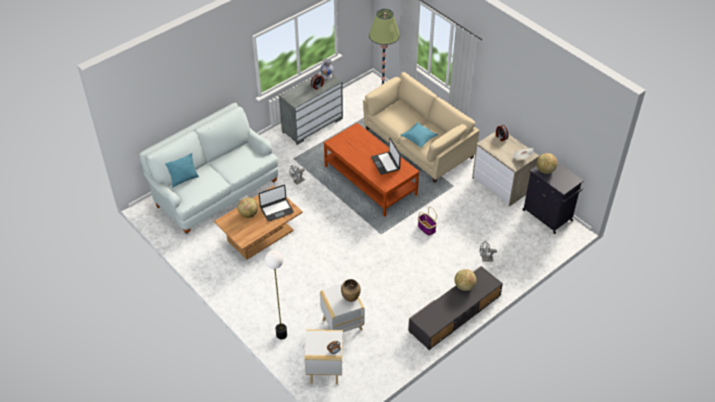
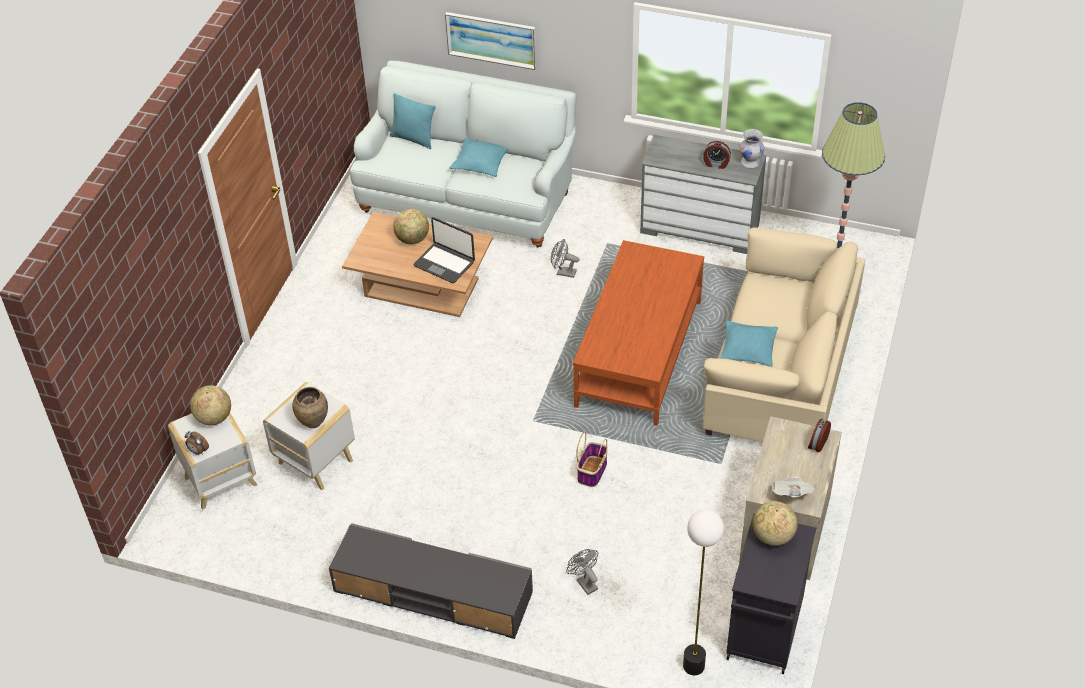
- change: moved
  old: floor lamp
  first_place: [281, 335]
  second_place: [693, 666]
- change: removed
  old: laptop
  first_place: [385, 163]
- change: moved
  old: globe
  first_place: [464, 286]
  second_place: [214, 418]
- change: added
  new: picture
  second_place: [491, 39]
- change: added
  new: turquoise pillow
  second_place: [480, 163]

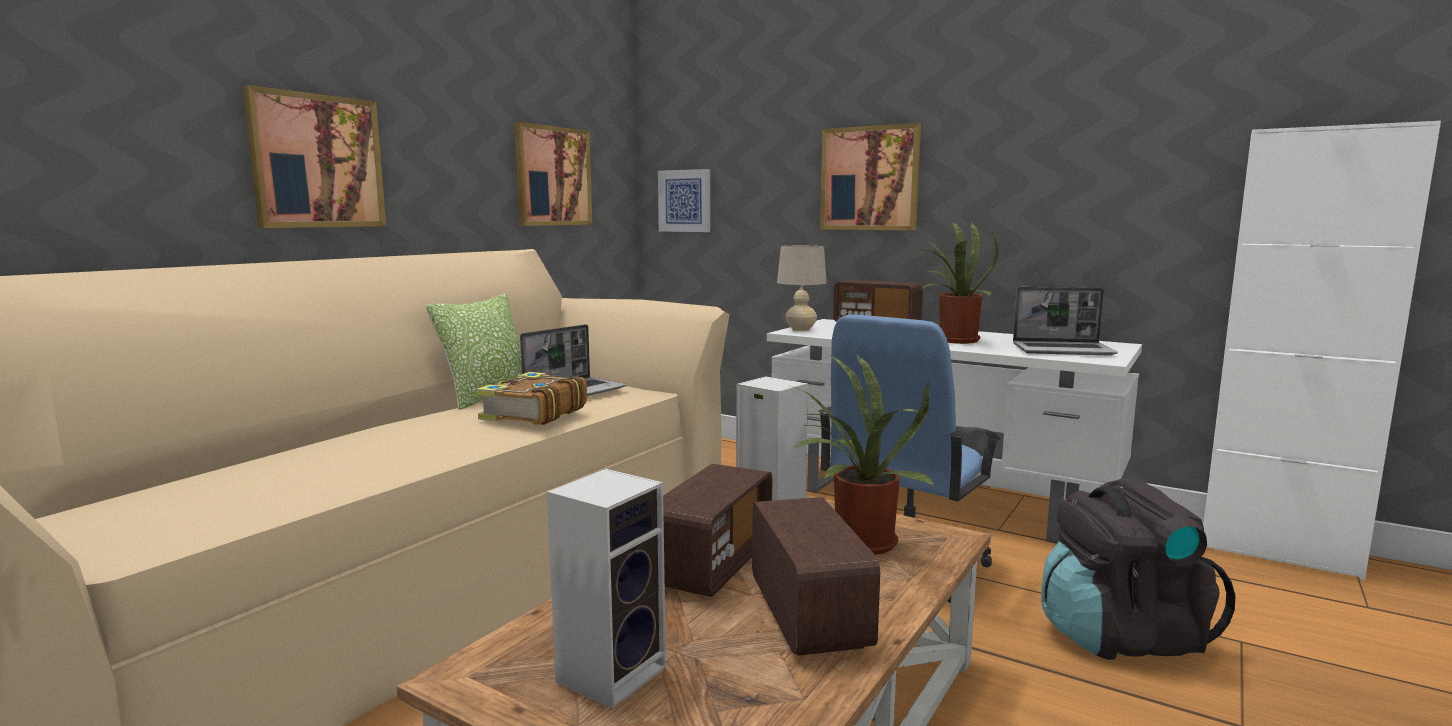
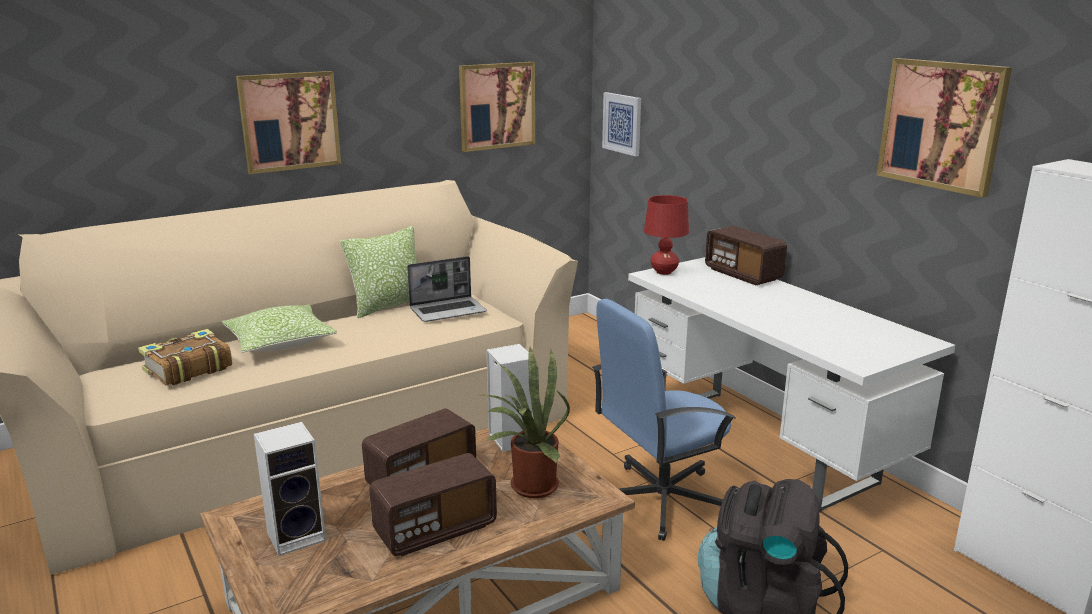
- change: moved
  old: book
  first_place: [532, 414]
  second_place: [187, 369]
- change: turned
  old: radio
  first_place: [807, 614]
  second_place: [435, 530]
  degrees: 45
- change: recoloured
  old: beige table lamp
  new: red table lamp
  first_place: [800, 329]
  second_place: [664, 272]
- change: moved
  old: picture
  first_place: [869, 178]
  second_place: [941, 125]
- change: removed
  old: potted plant
  first_place: [953, 340]
- change: removed
  old: laptop
  first_place: [1063, 350]
- change: added
  new: pillow
  second_place: [280, 342]

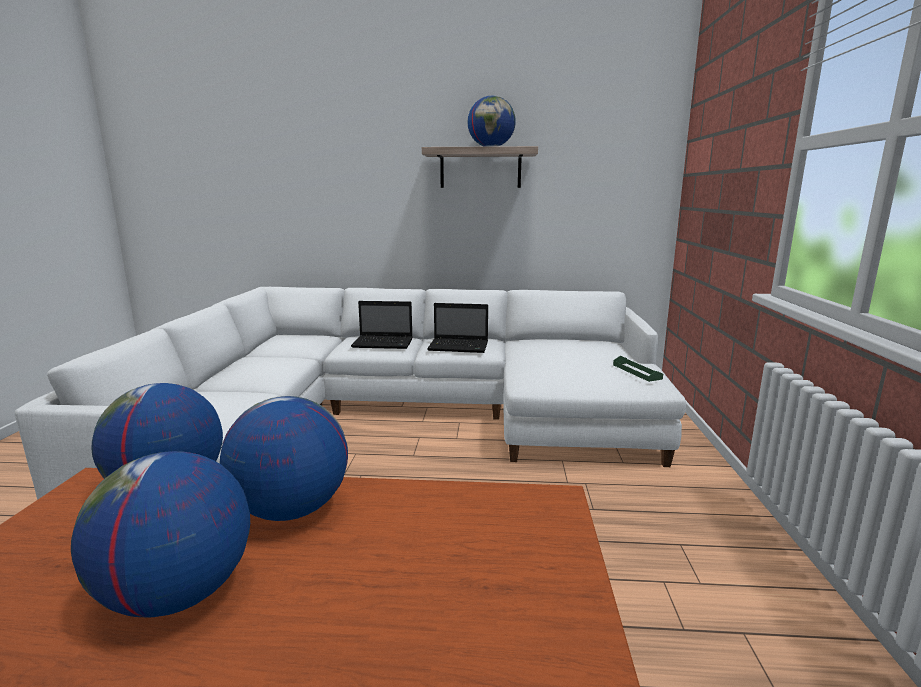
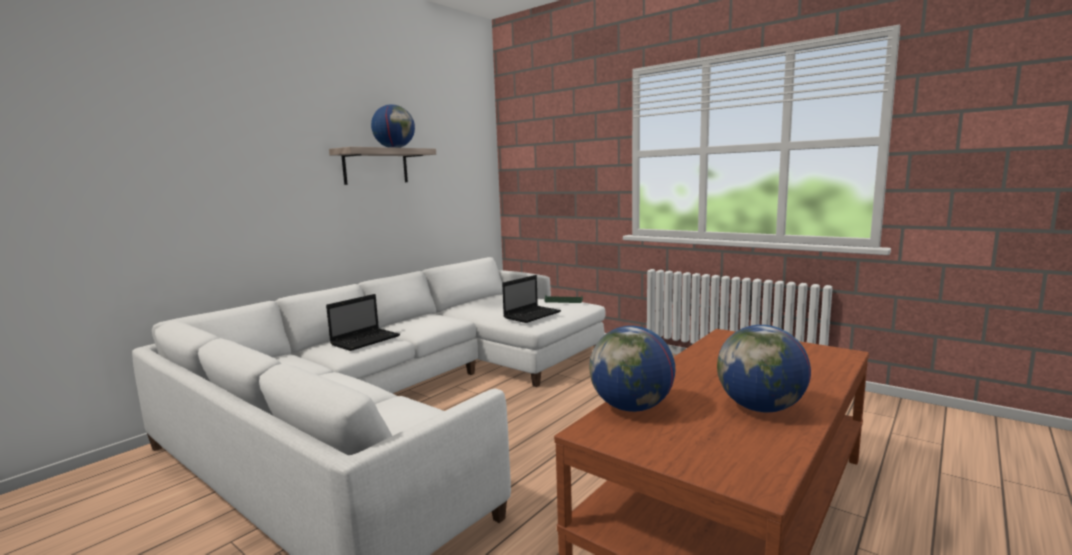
- change: removed
  old: globe
  first_place: [290, 510]
- change: moved
  old: laptop
  first_place: [460, 347]
  second_place: [532, 315]

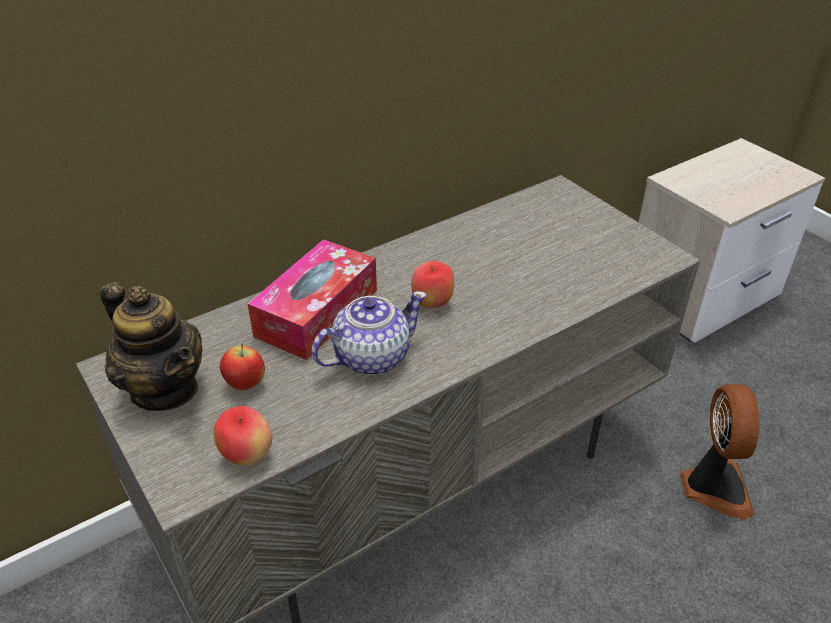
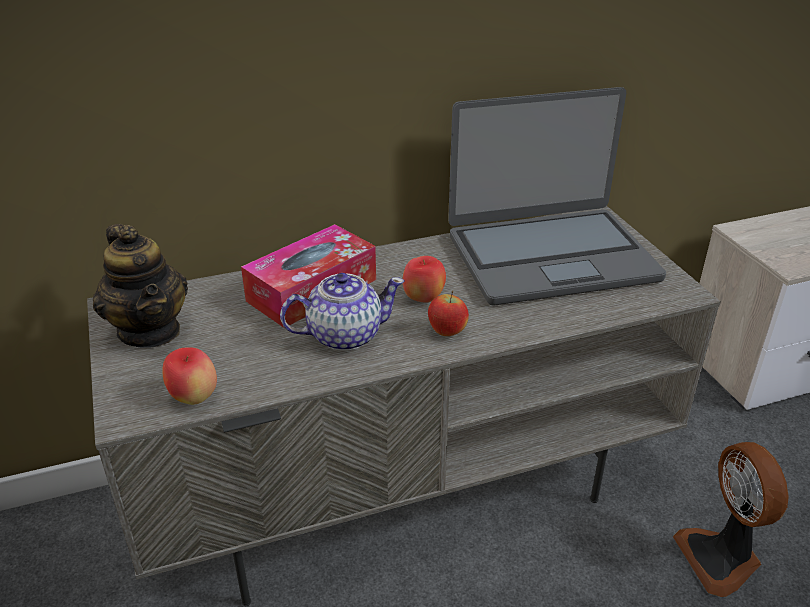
- change: moved
  old: apple
  first_place: [245, 384]
  second_place: [447, 332]
- change: turned
  old: fan
  first_place: [713, 487]
  second_place: [721, 558]
  degrees: 150
- change: added
  new: laptop
  second_place: [550, 256]

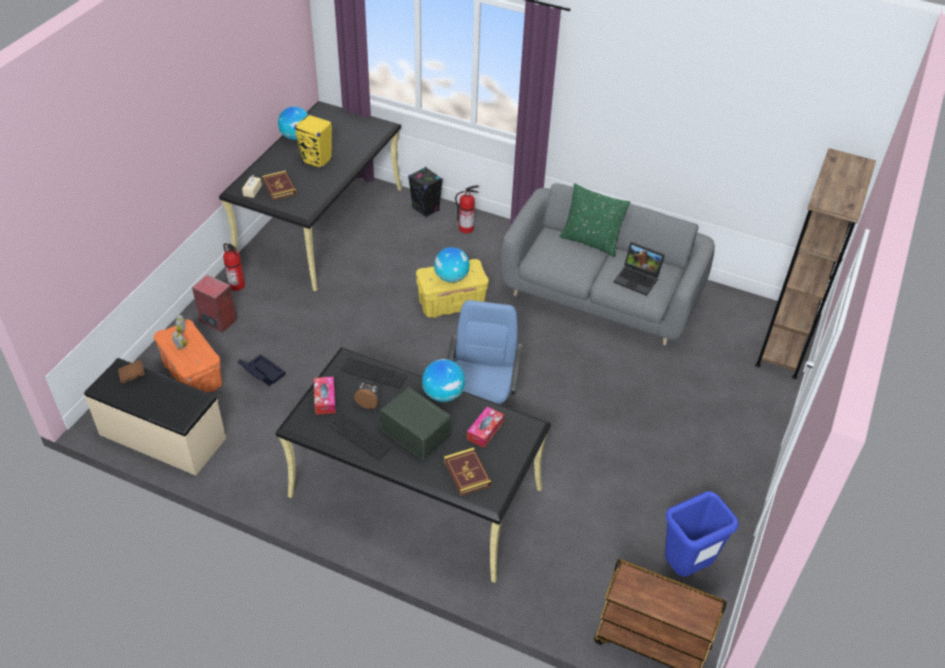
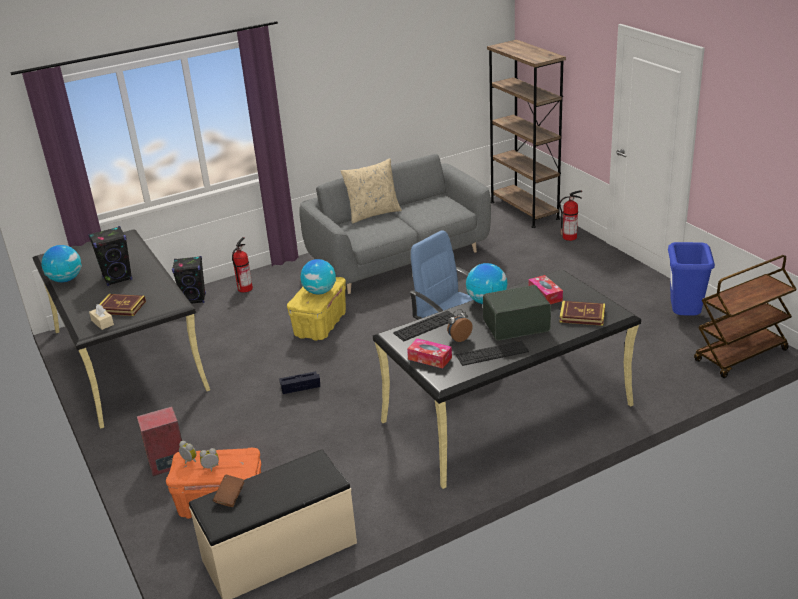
- change: moved
  old: fire extinguisher
  first_place: [237, 285]
  second_place: [570, 237]
- change: moved
  old: black storage box
  first_place: [261, 373]
  second_place: [299, 387]
- change: recoloured
  old: yellow speaker
  new: black speaker
  first_place: [317, 161]
  second_place: [118, 278]
- change: recoloured
  old: green pillow
  new: beige pillow
  first_place: [591, 241]
  second_place: [373, 214]
- change: removed
  old: laptop
  first_place: [638, 279]

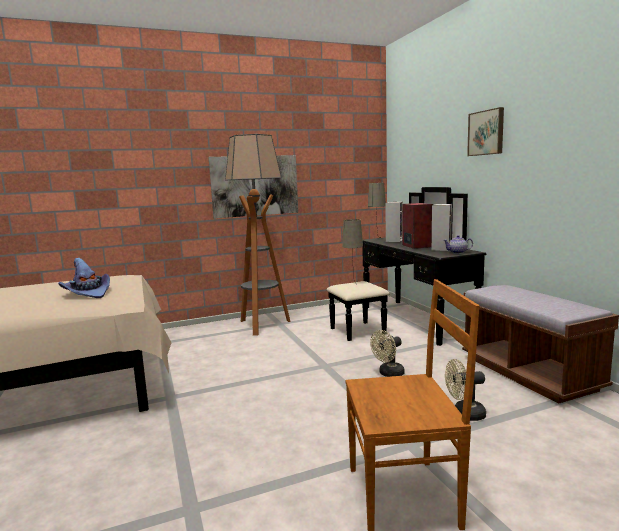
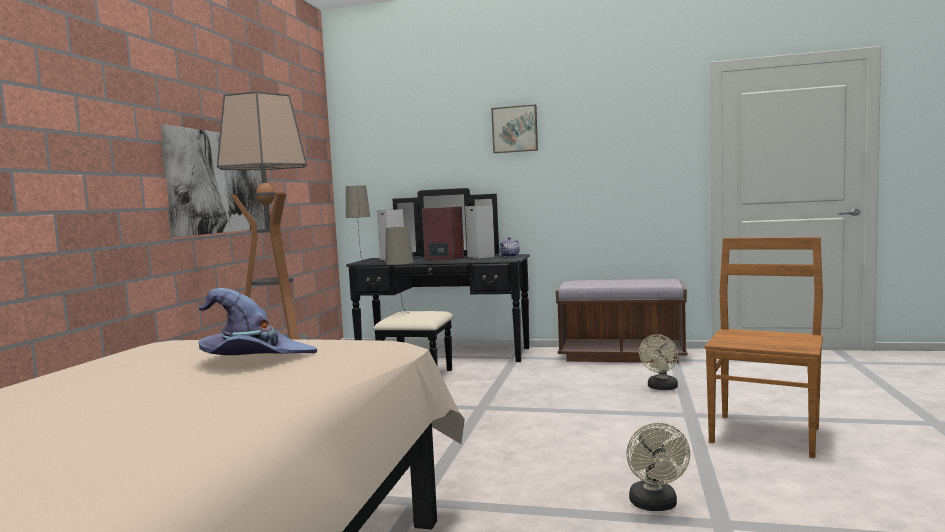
- change: moved
  old: beige fan
  first_place: [388, 374]
  second_place: [655, 505]

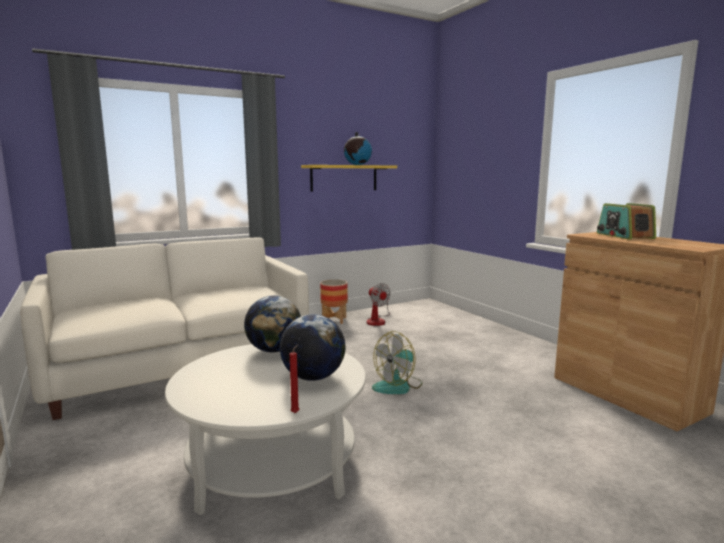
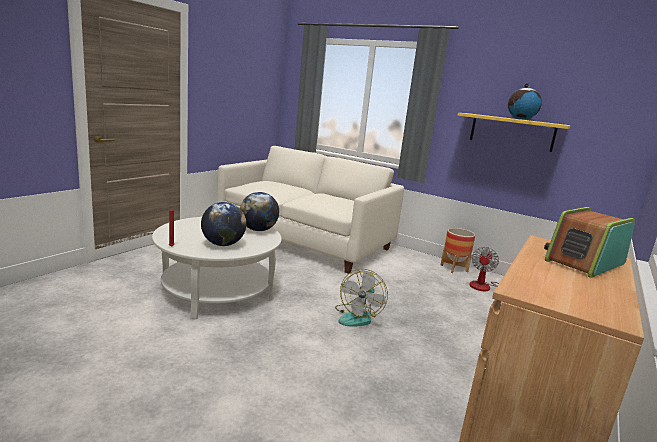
- change: turned
  old: fan
  first_place: [398, 386]
  second_place: [357, 316]
  degrees: -90

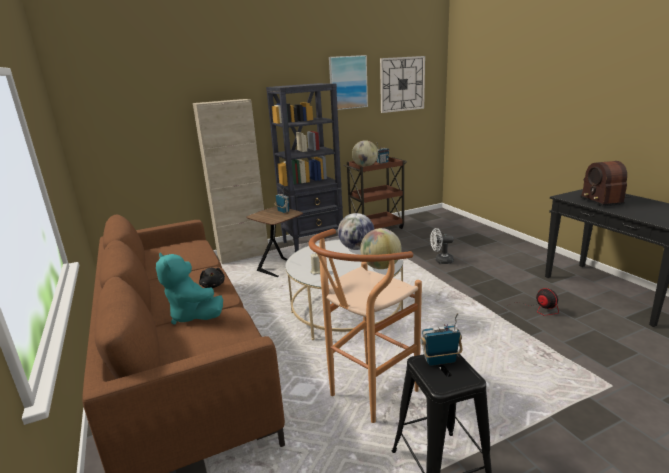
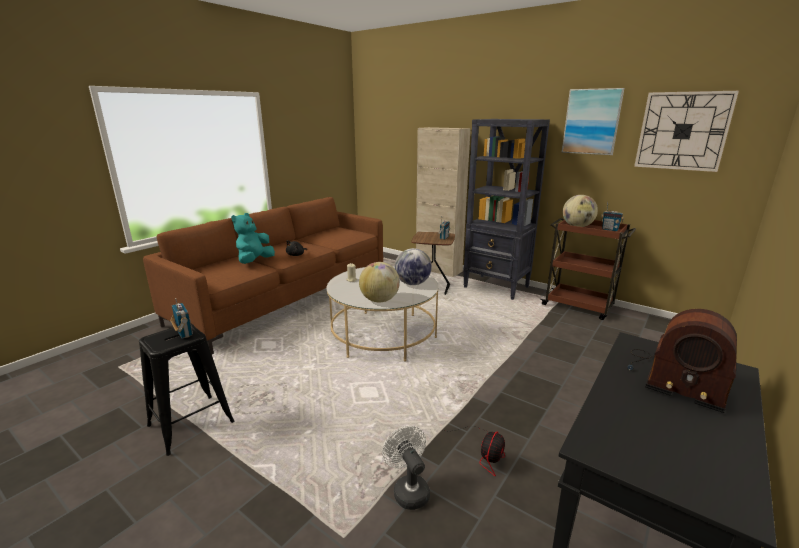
- change: removed
  old: brown stool
  first_place: [366, 396]
- change: moved
  old: white fan
  first_place: [441, 261]
  second_place: [408, 489]
- change: turned
  old: radio
  first_place: [604, 199]
  second_place: [673, 378]
  degrees: -105

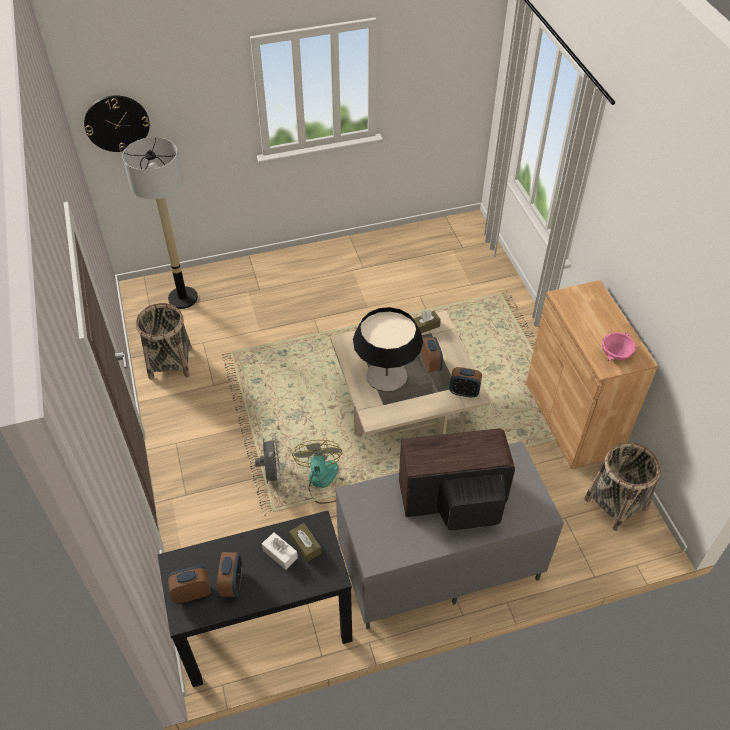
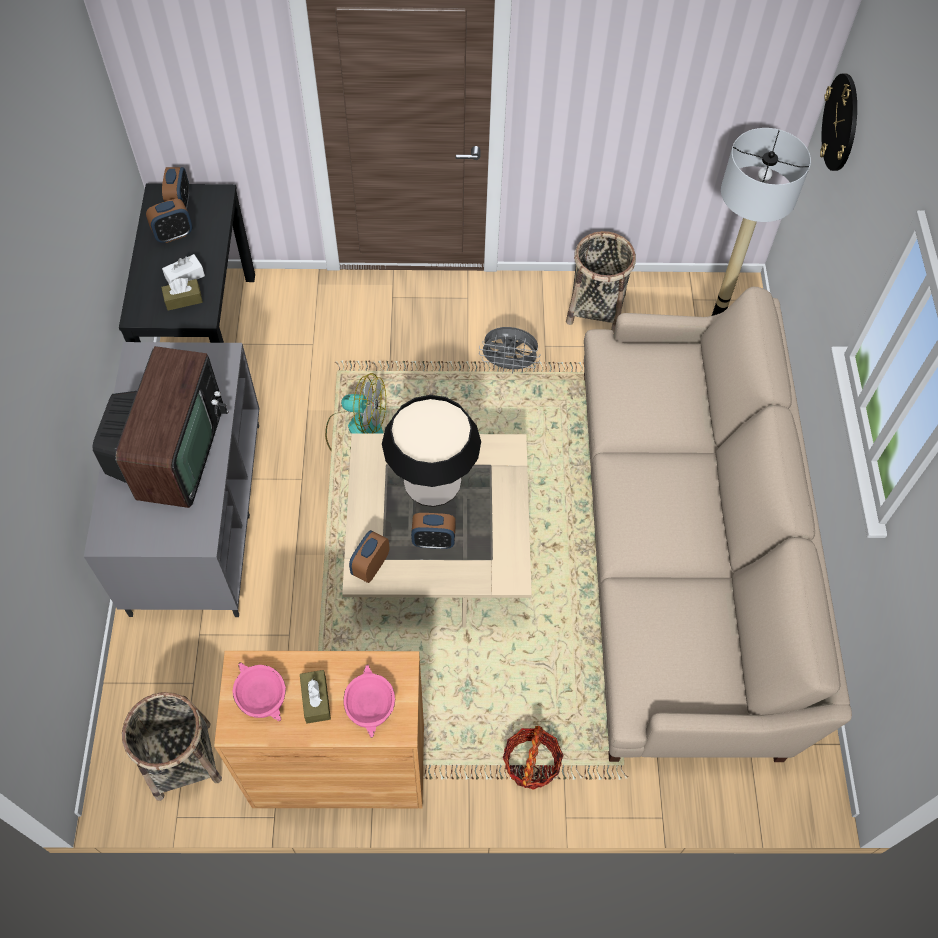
- change: turned
  old: alarm clock
  first_place: [232, 583]
  second_place: [173, 234]
  degrees: -45
- change: moved
  old: grey fan
  first_place: [272, 474]
  second_place: [509, 366]
- change: moved
  old: brown tissue box
  first_place: [426, 326]
  second_place: [316, 699]
- change: added
  new: pink bowl
  second_place: [371, 706]
- change: added
  new: basket
  second_place: [531, 763]
- change: added
  new: beige sofa
  second_place: [682, 550]

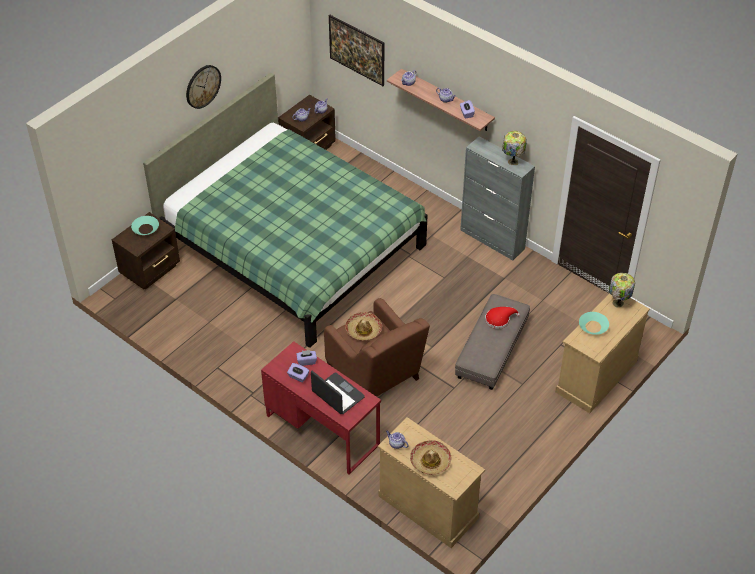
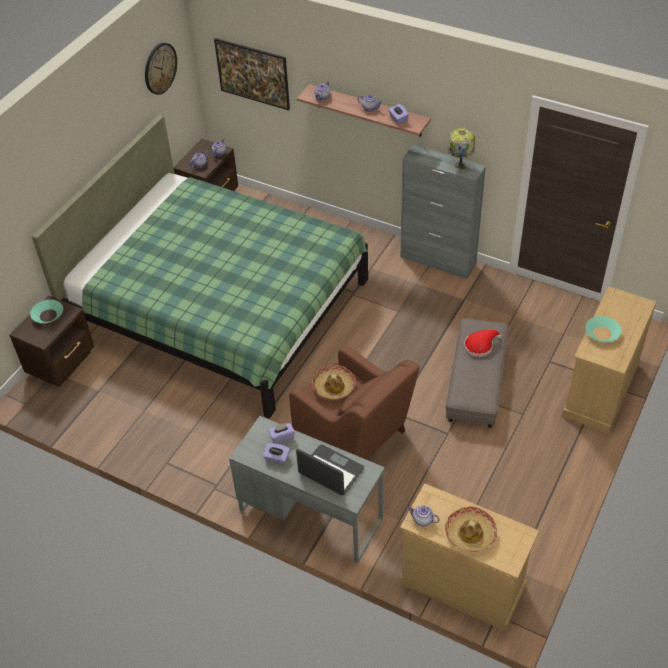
- change: moved
  old: wall clock
  first_place: [203, 86]
  second_place: [160, 68]
- change: recoloured
  old: red desk
  new: grey desk
  first_place: [322, 429]
  second_place: [310, 513]
- change: removed
  old: table lamp
  first_place: [617, 304]

